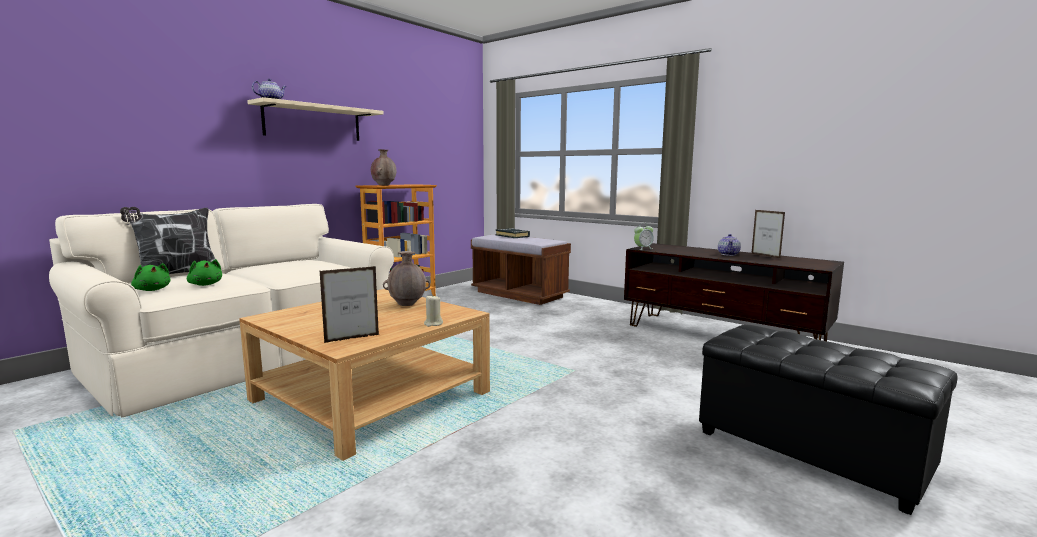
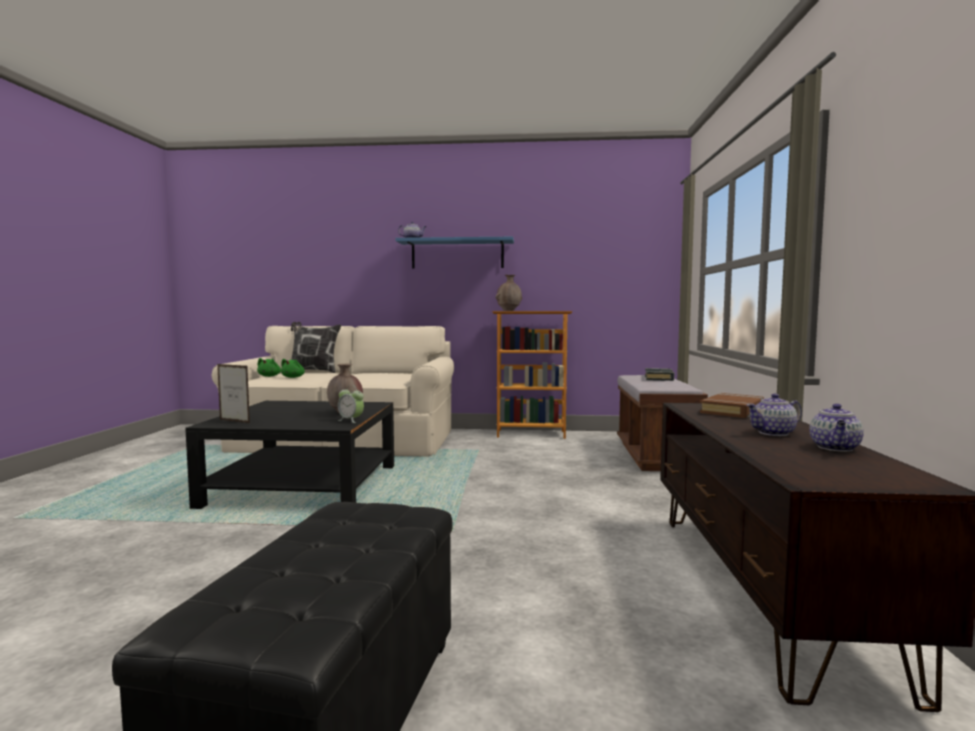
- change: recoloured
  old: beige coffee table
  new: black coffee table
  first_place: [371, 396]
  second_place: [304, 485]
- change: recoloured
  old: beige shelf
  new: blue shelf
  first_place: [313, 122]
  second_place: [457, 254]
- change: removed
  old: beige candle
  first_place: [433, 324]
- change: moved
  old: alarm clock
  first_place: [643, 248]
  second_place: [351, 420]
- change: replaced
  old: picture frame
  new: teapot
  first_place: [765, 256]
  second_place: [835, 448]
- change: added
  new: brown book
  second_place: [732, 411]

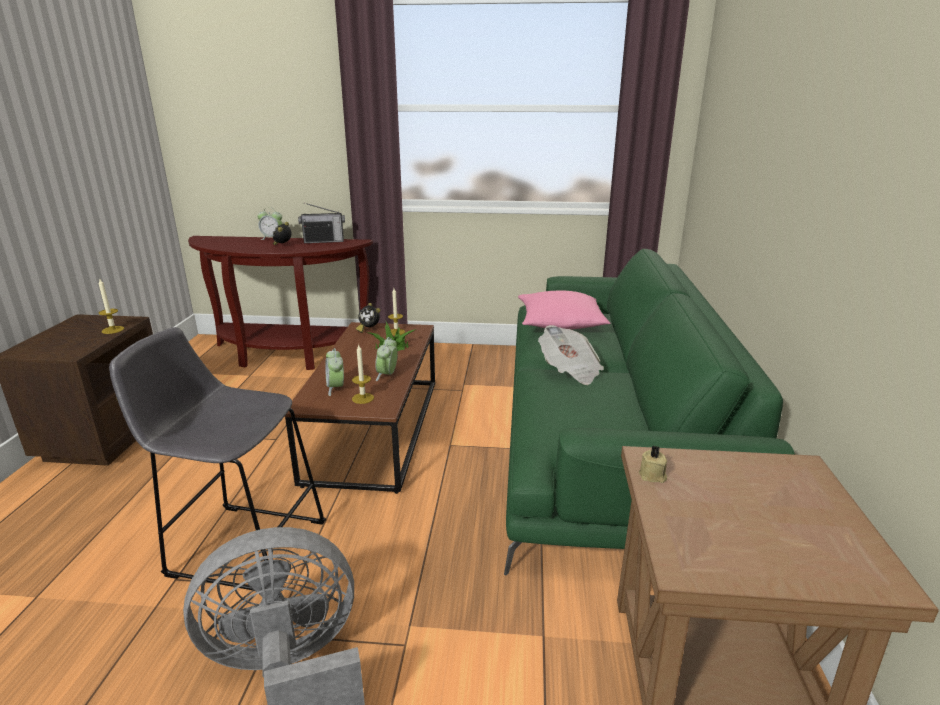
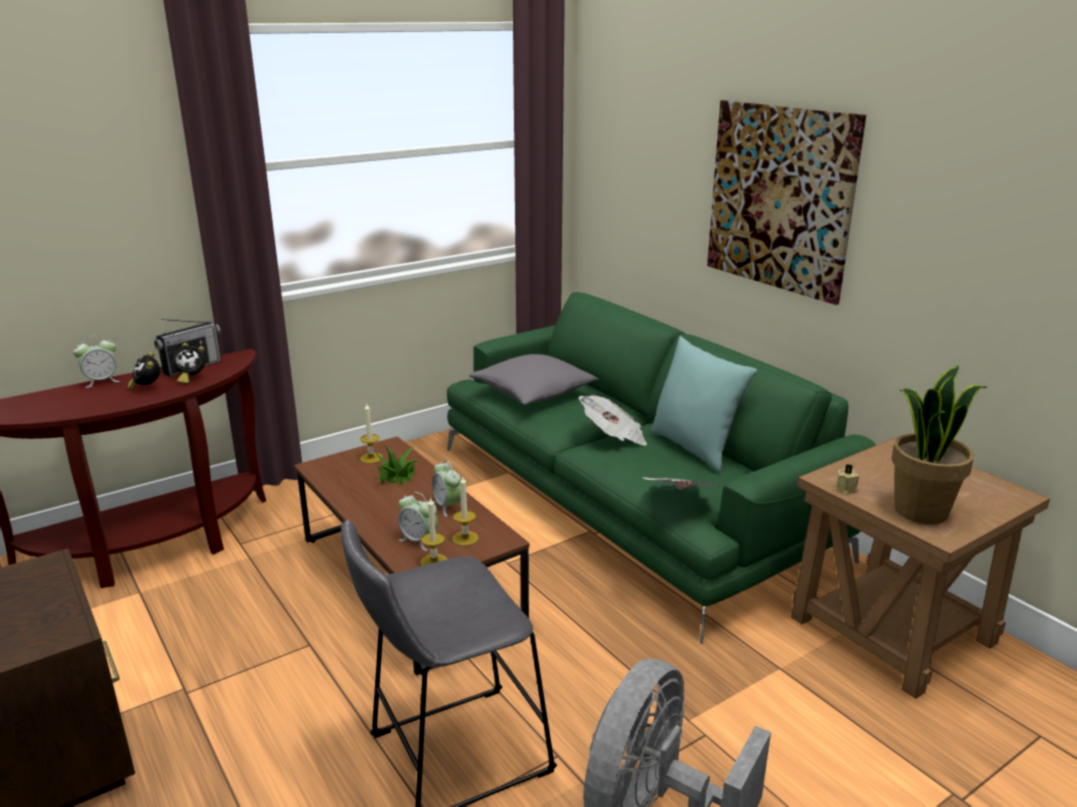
- change: moved
  old: candle
  first_place: [113, 330]
  second_place: [434, 562]
- change: moved
  old: alarm clock
  first_place: [369, 329]
  second_place: [191, 378]
- change: recoloured
  old: pink pillow
  new: grey pillow
  first_place: [560, 324]
  second_place: [533, 394]
- change: added
  new: newspaper
  second_place: [680, 501]
- change: added
  new: turquoise pillow
  second_place: [695, 448]
- change: added
  new: picture
  second_place: [780, 198]
- change: added
  new: potted plant
  second_place: [920, 510]

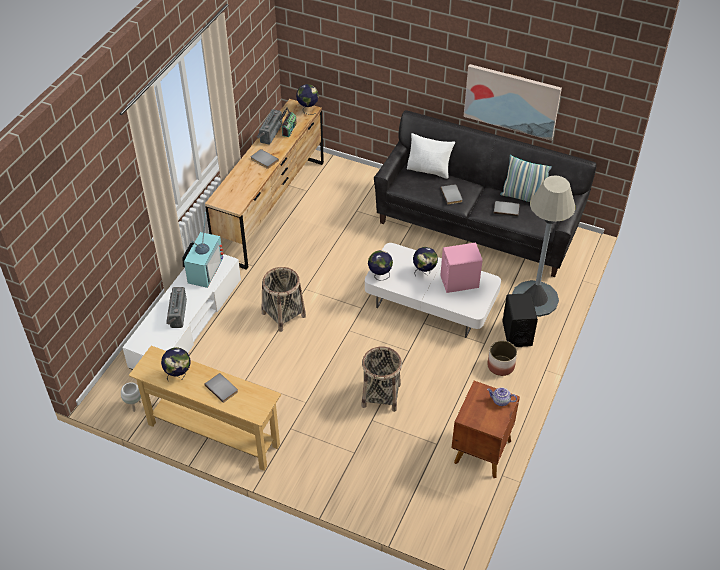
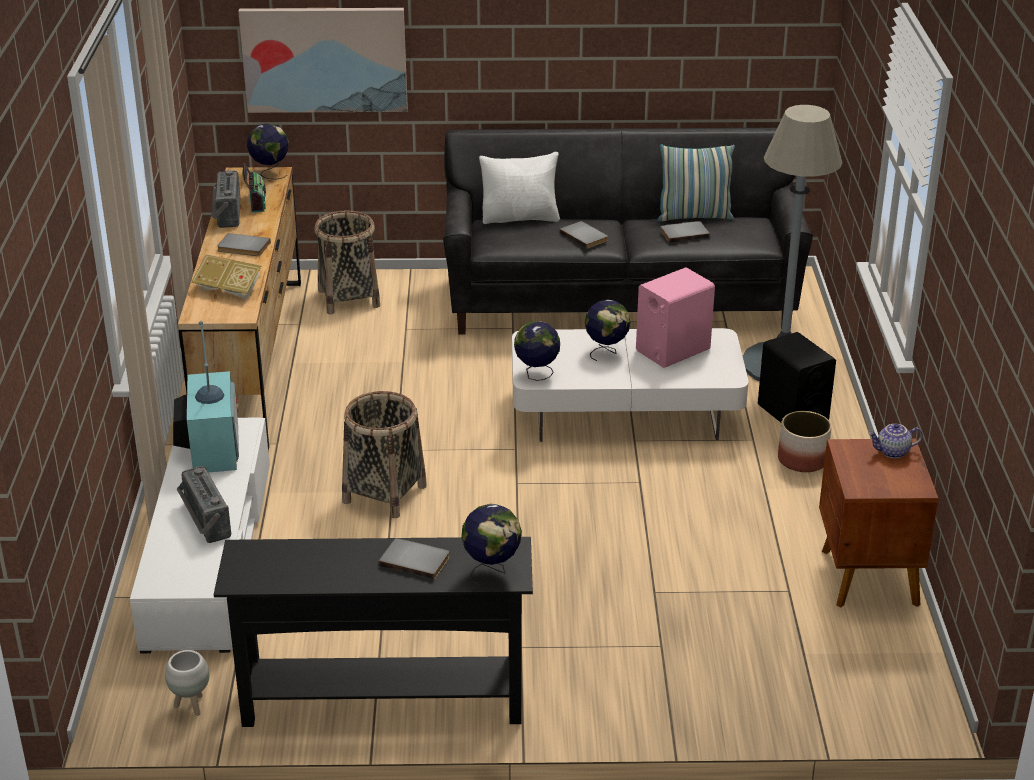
- change: recoloured
  old: beige console table
  new: black console table
  first_place: [213, 435]
  second_place: [383, 702]
- change: moved
  old: globe
  first_place: [178, 375]
  second_place: [492, 571]
- change: moved
  old: basket
  first_place: [380, 395]
  second_place: [348, 298]
- change: moved
  old: picture
  first_place: [511, 101]
  second_place: [325, 59]
- change: added
  new: book
  second_place: [229, 290]

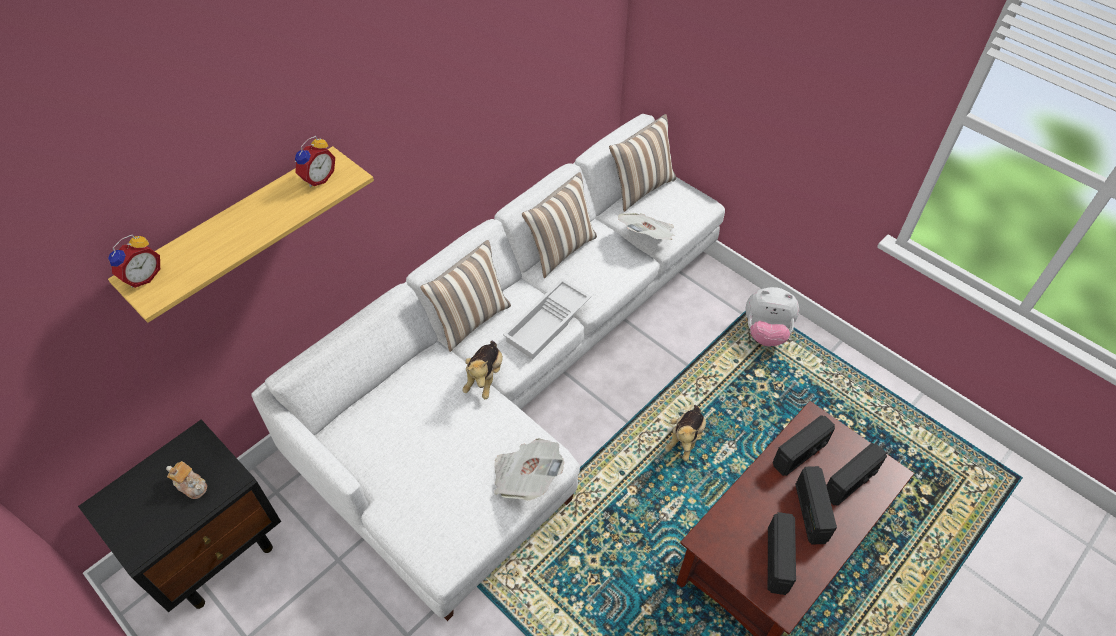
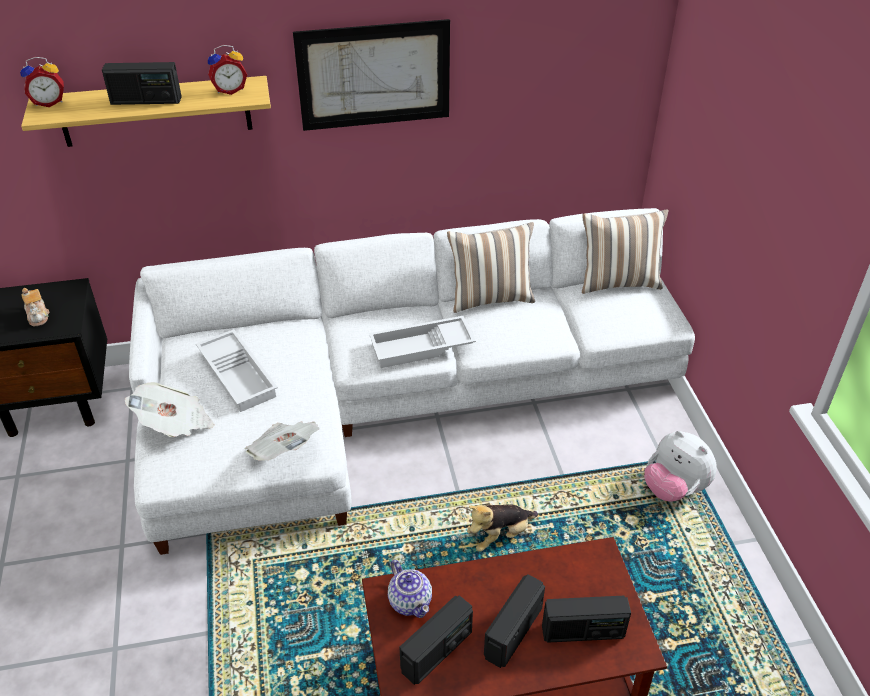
- change: removed
  old: pillow
  first_place: [470, 320]
- change: removed
  old: plush toy
  first_place: [485, 377]
- change: moved
  old: newspaper
  first_place: [647, 236]
  second_place: [175, 424]
- change: moved
  old: radio
  first_place: [800, 454]
  second_place: [146, 101]
- change: added
  new: white tray
  second_place: [239, 375]
- change: added
  new: picture
  second_place: [374, 75]
- change: added
  new: teapot
  second_place: [410, 601]

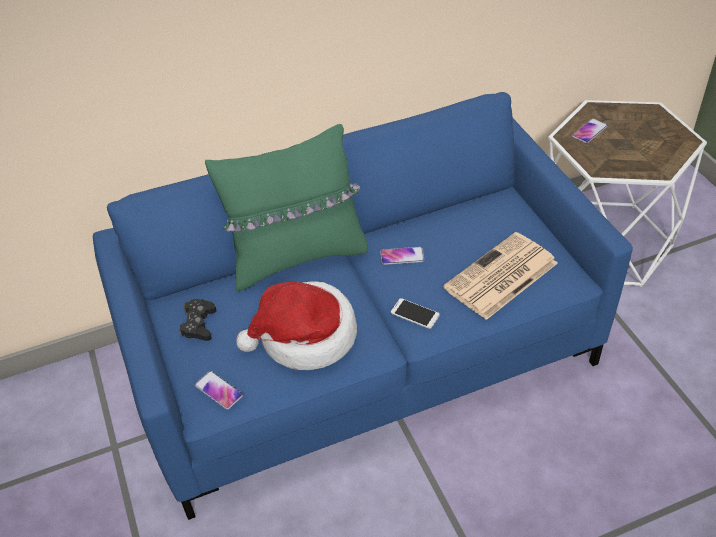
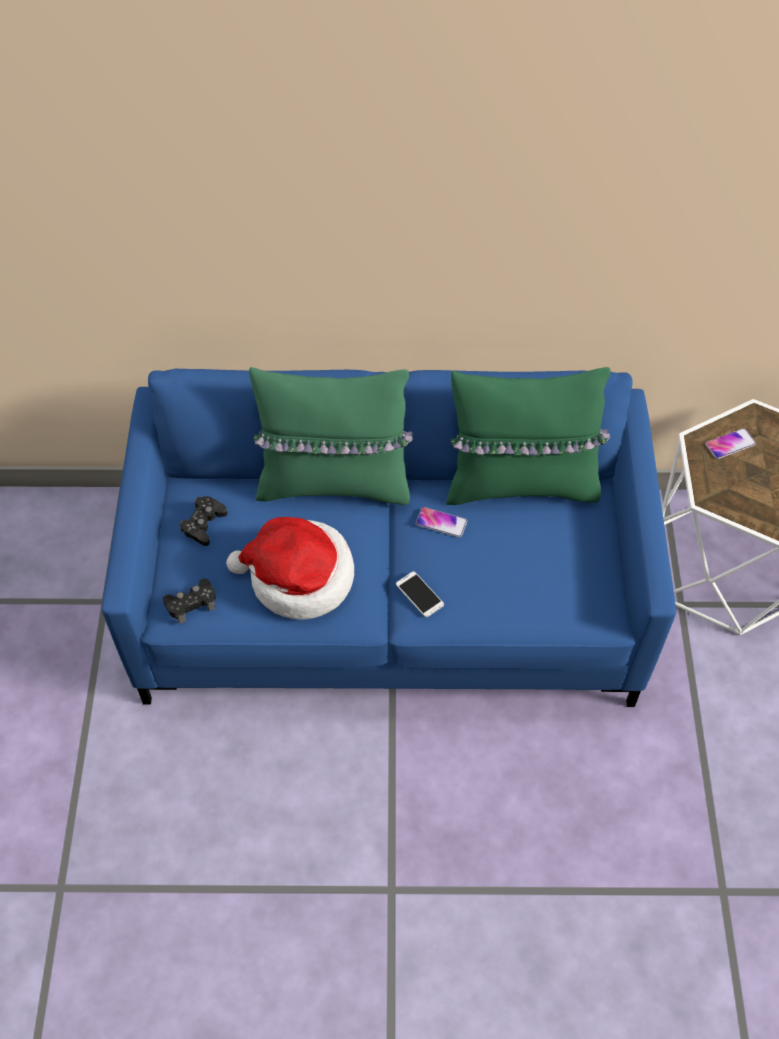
- change: replaced
  old: phone
  new: black game controller
  first_place: [218, 390]
  second_place: [191, 603]
- change: removed
  old: newspaper
  first_place: [500, 277]
- change: added
  new: green pillow
  second_place: [521, 483]

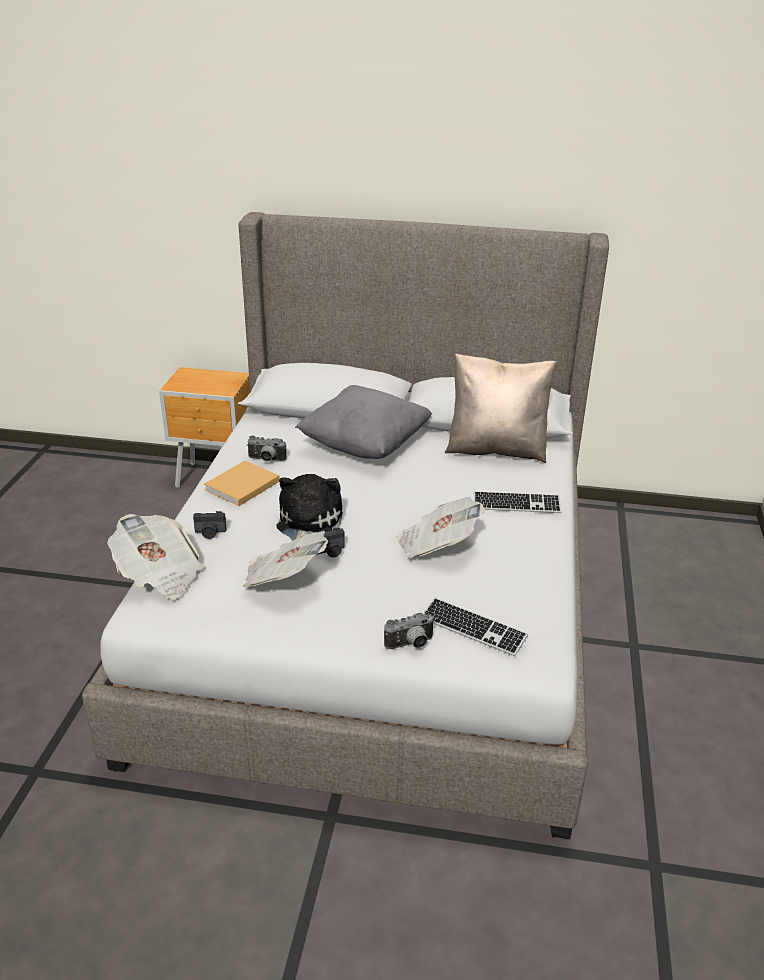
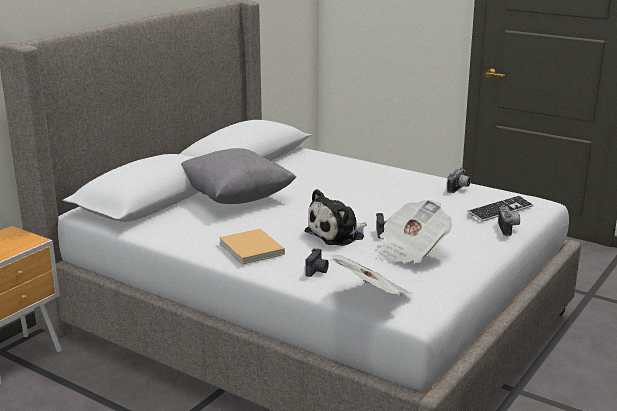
- change: moved
  old: photo camera
  first_place: [266, 460]
  second_place: [459, 189]
- change: turned
  old: plush toy
  first_place: [307, 524]
  second_place: [338, 234]
  degrees: -75
- change: removed
  old: newspaper
  first_place: [436, 545]
- change: removed
  old: beige pillow
  first_place: [496, 449]
- change: removed
  old: keyboard
  first_place: [516, 504]

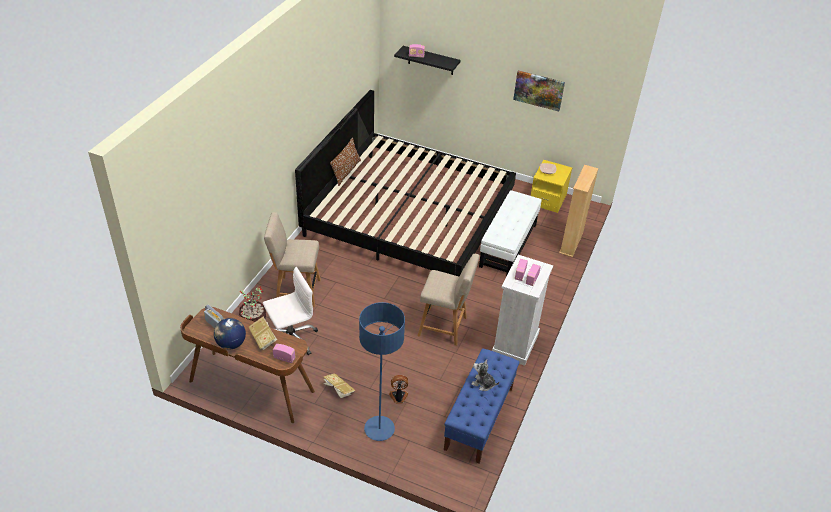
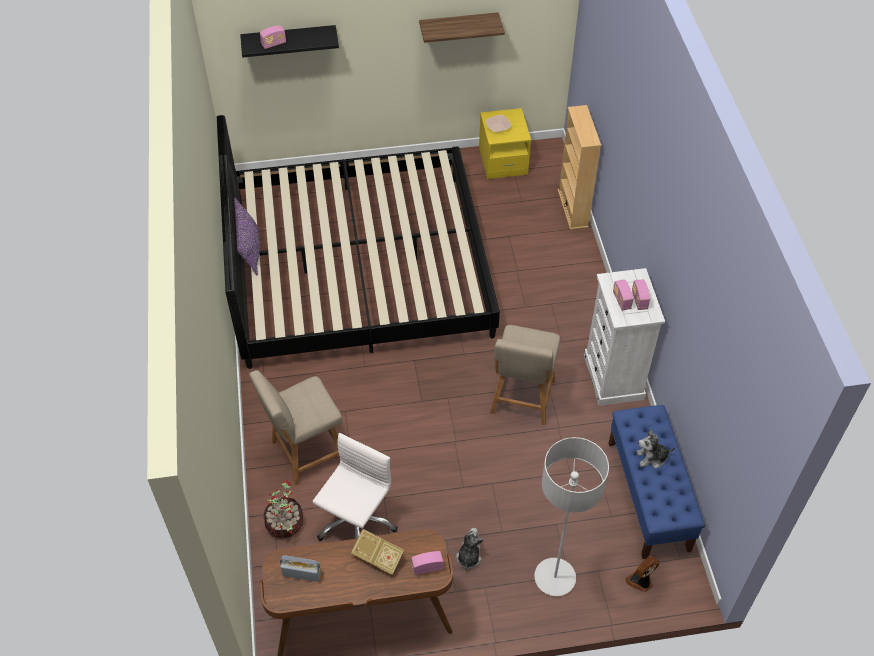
- change: removed
  old: globe
  first_place: [231, 344]
- change: replaced
  old: book
  new: plush toy
  first_place: [338, 390]
  second_place: [468, 556]
- change: recoloured
  old: brown pillow
  new: purple pillow
  first_place: [346, 172]
  second_place: [249, 249]
- change: recoloured
  old: blue floor lamp
  new: grey floor lamp
  first_place: [379, 429]
  second_place: [555, 578]
- change: moved
  old: fan
  first_place: [398, 397]
  second_place: [641, 581]
- change: turned
  old: beige chair
  first_place: [445, 327]
  second_place: [522, 400]
  degrees: 120
- change: removed
  old: white ottoman
  first_place: [507, 245]
- change: replaced
  old: picture
  new: shelf
  first_place: [539, 90]
  second_place: [458, 27]

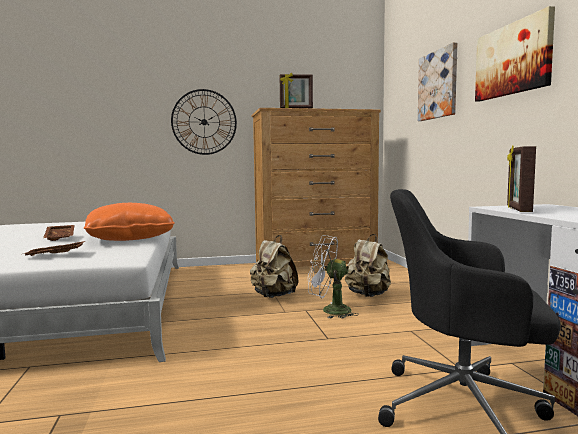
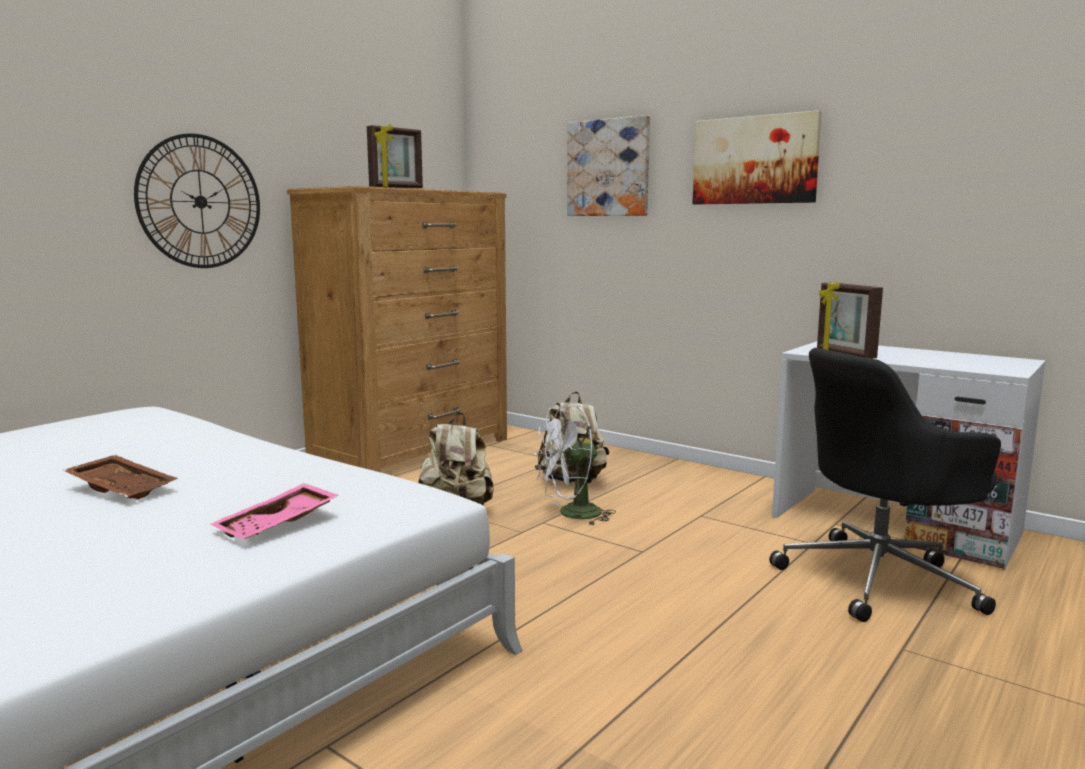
- change: recoloured
  old: brown tray
  new: pink tray
  first_place: [55, 255]
  second_place: [278, 525]
- change: removed
  old: orange pillow
  first_place: [129, 238]

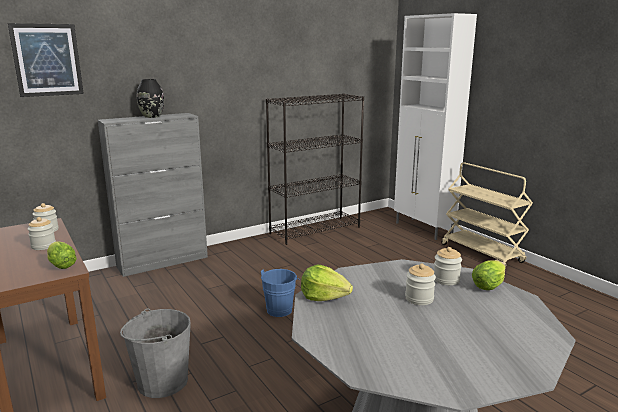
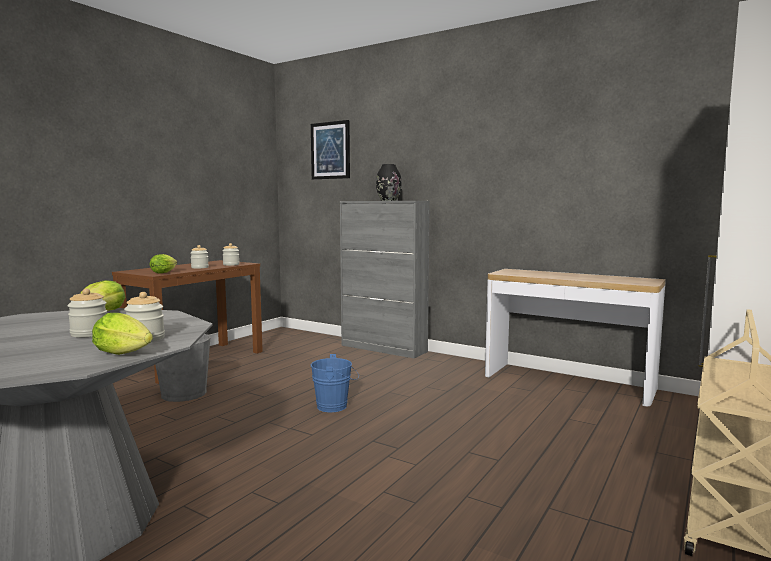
- change: replaced
  old: black bookcase
  new: console table
  first_place: [315, 230]
  second_place: [567, 383]

